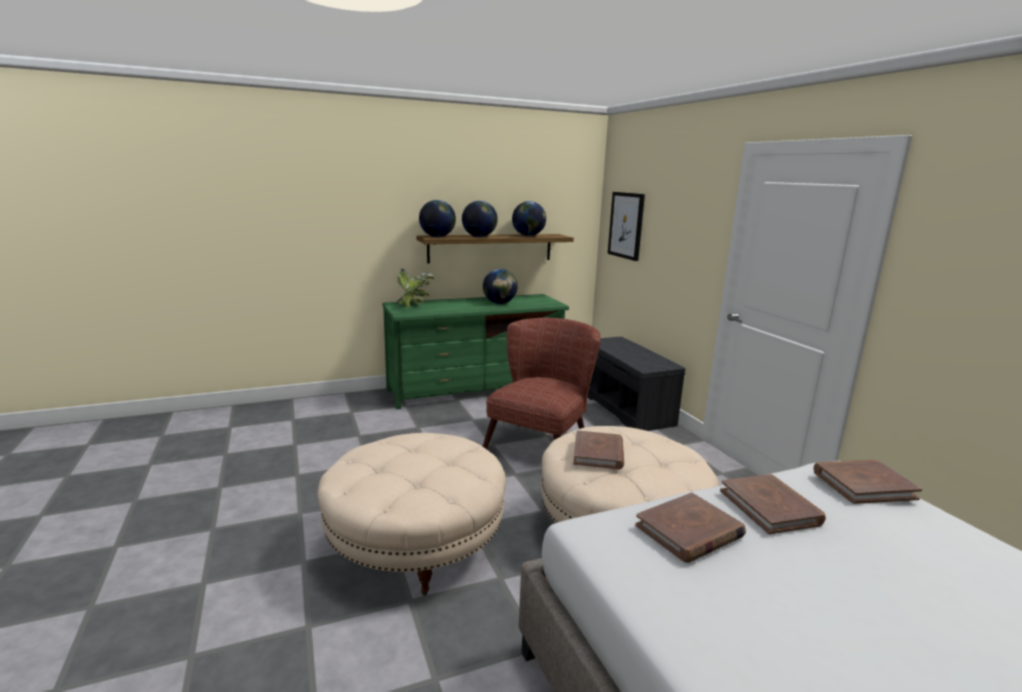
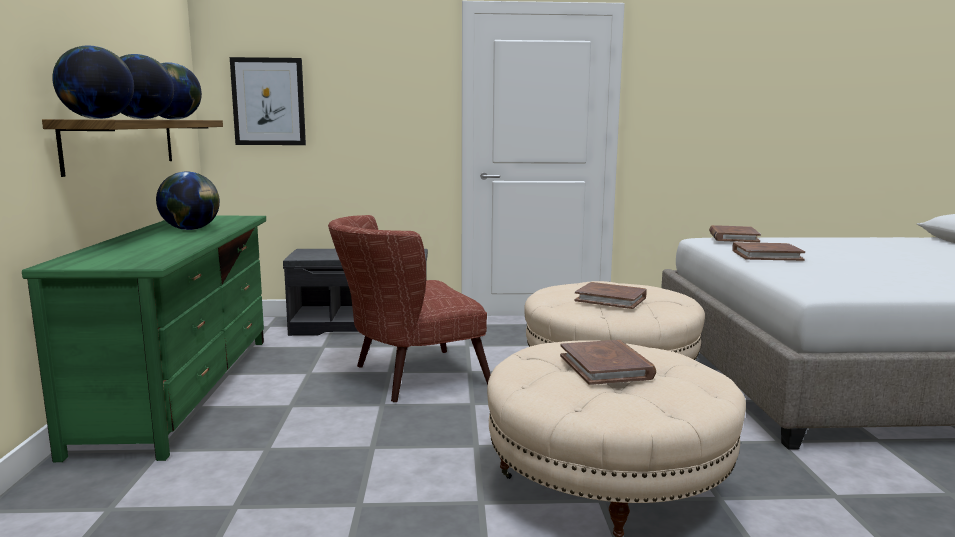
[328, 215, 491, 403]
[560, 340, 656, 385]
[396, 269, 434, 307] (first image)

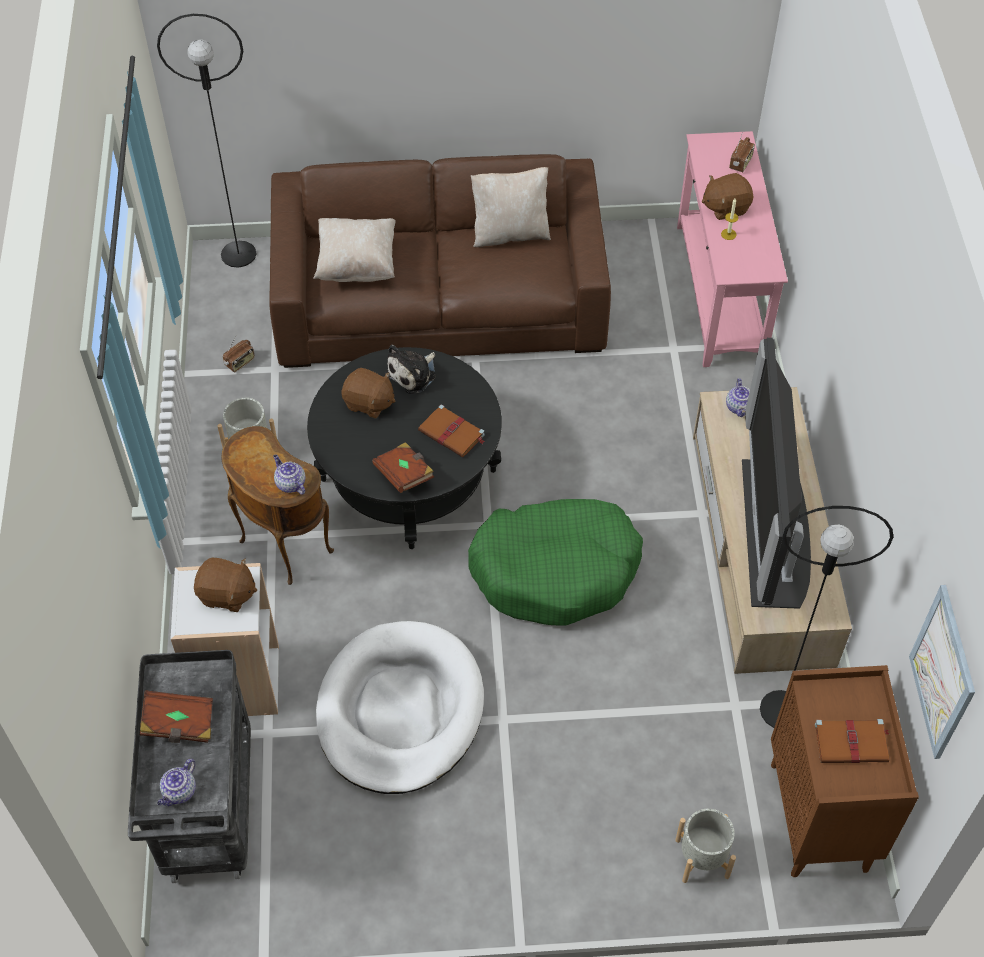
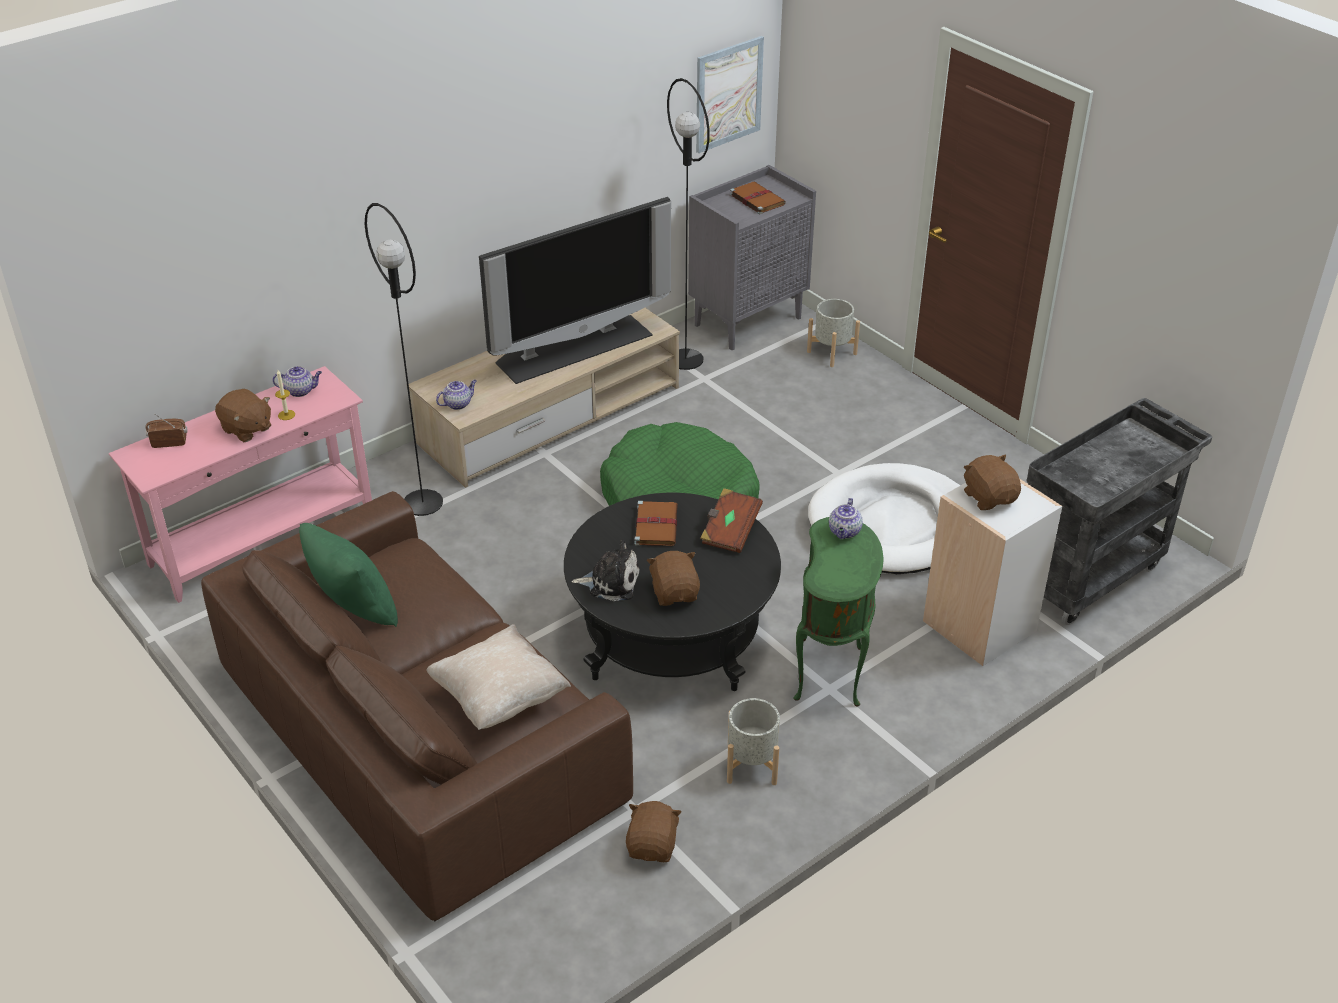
[273, 366, 322, 397]
[299, 523, 398, 627]
[365, 203, 443, 516]
[626, 801, 682, 862]
[688, 165, 816, 350]
[794, 517, 884, 707]
[140, 690, 213, 743] (first image)

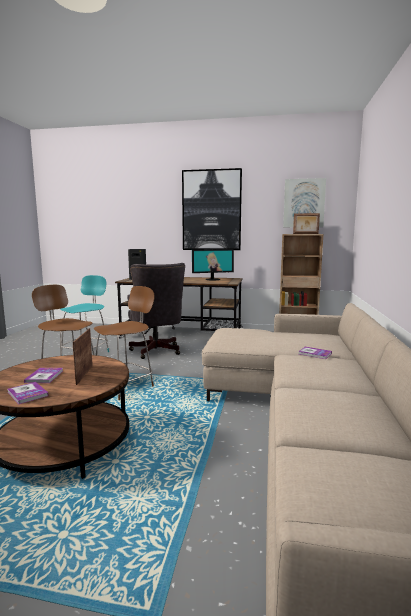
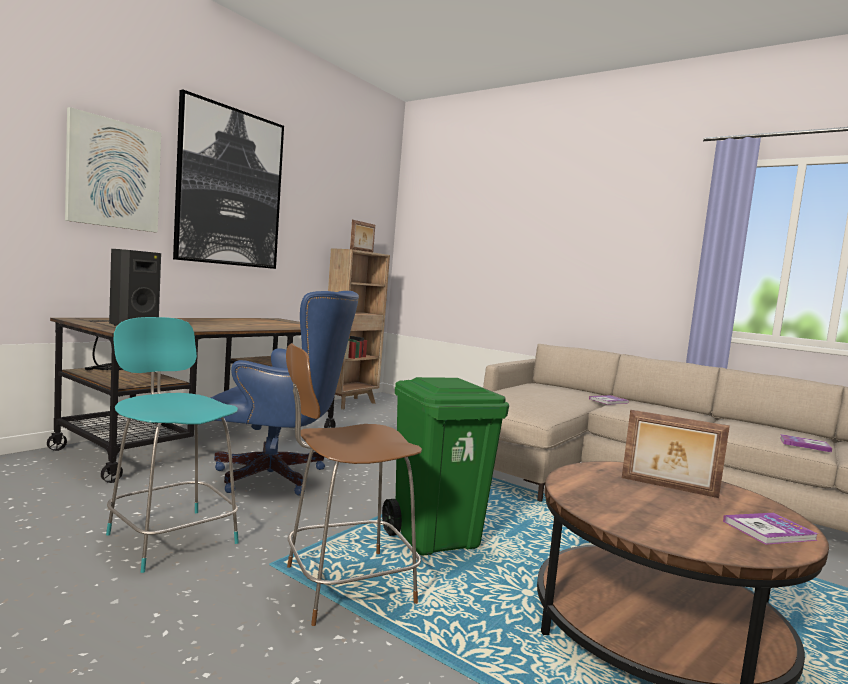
[65, 107, 161, 232]
[211, 291, 359, 496]
[382, 377, 509, 556]
[780, 434, 832, 452]
[192, 249, 234, 280] (first image)

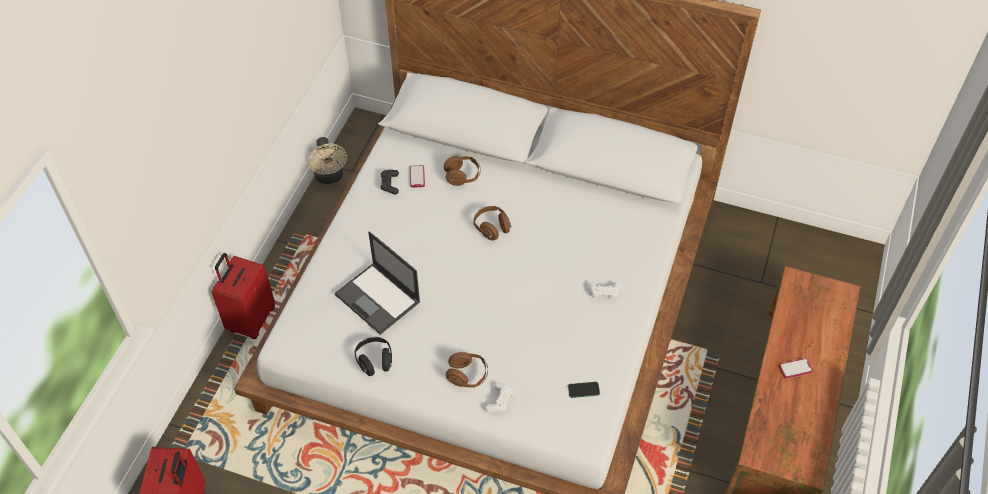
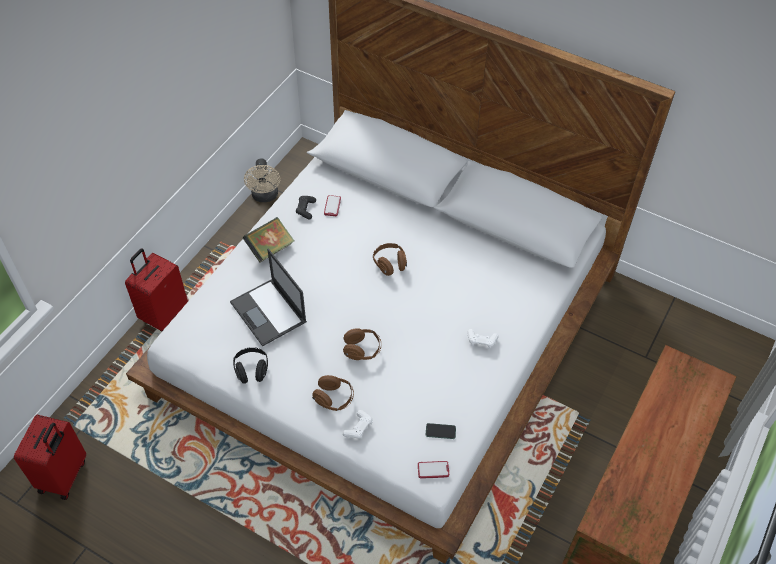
[243, 217, 294, 263]
[343, 328, 381, 360]
[418, 461, 449, 479]

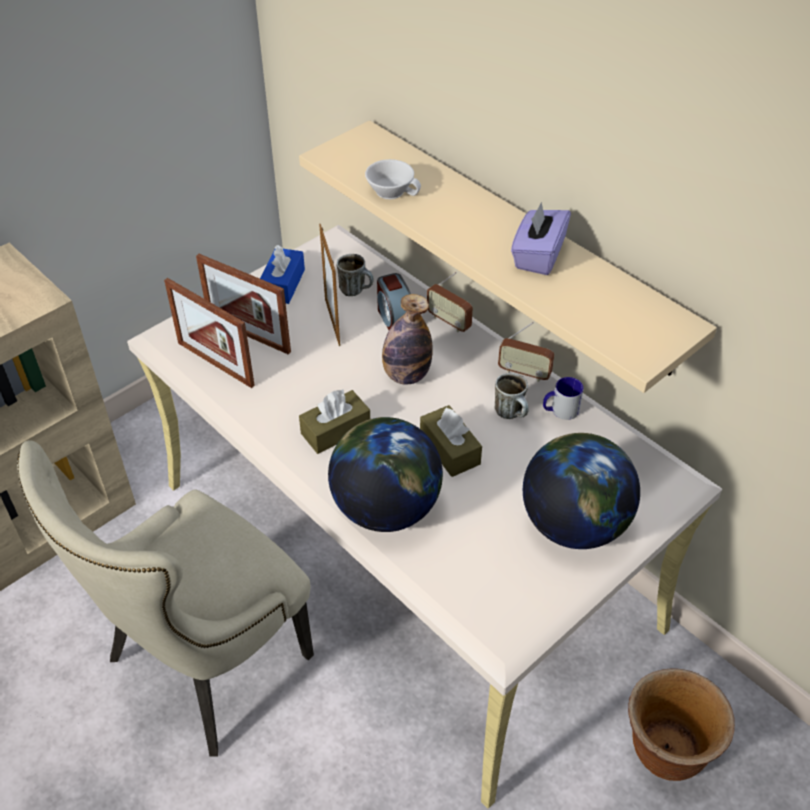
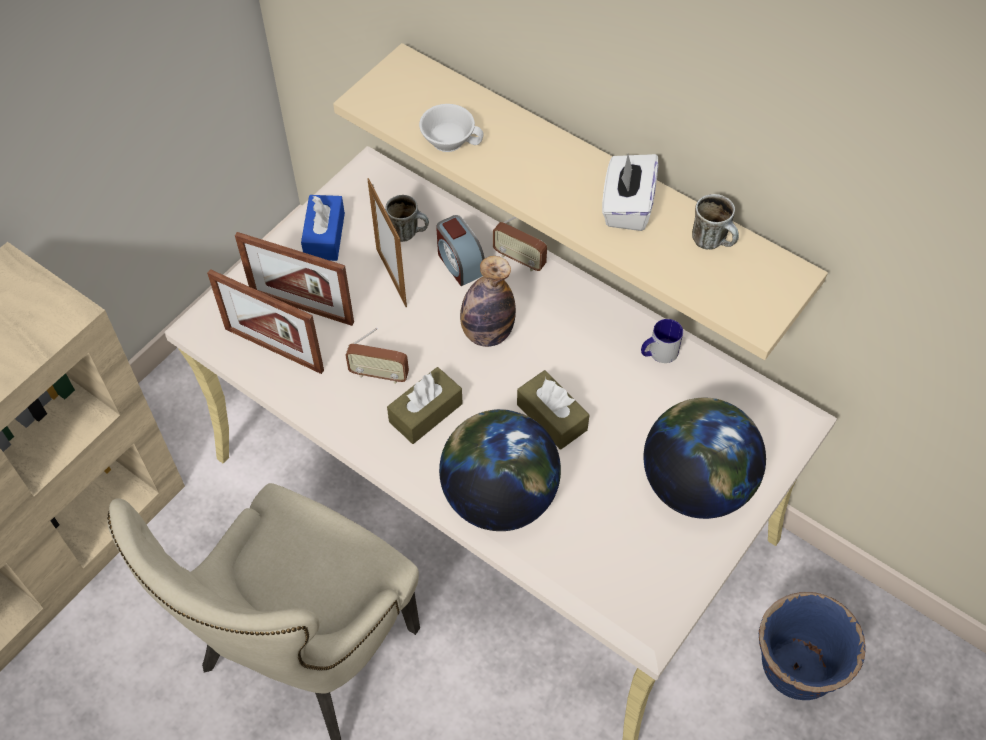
[346, 328, 409, 384]
[602, 154, 658, 231]
[692, 194, 739, 249]
[759, 592, 866, 700]

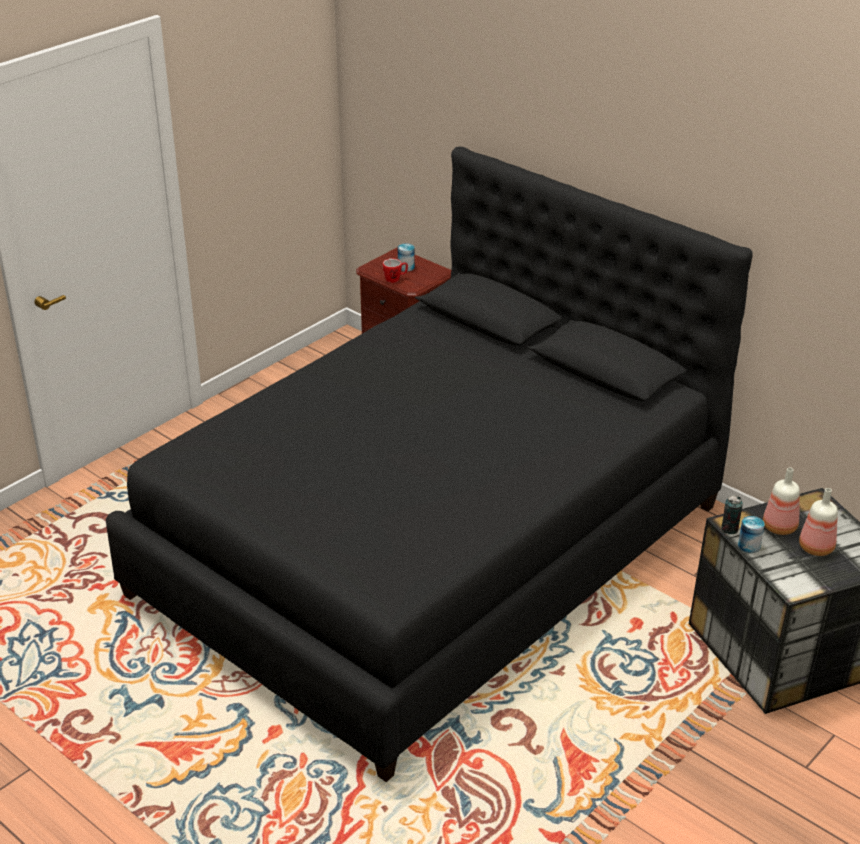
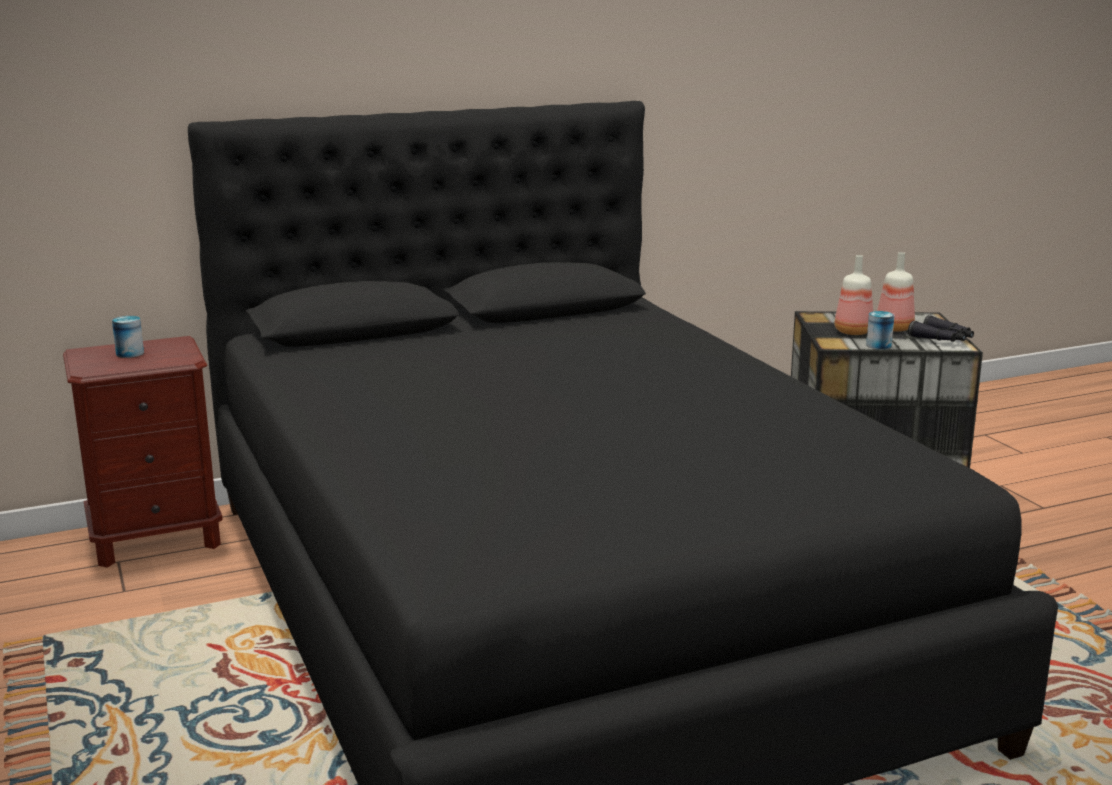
[908, 315, 974, 342]
[383, 259, 408, 283] (first image)
[721, 495, 743, 534] (first image)

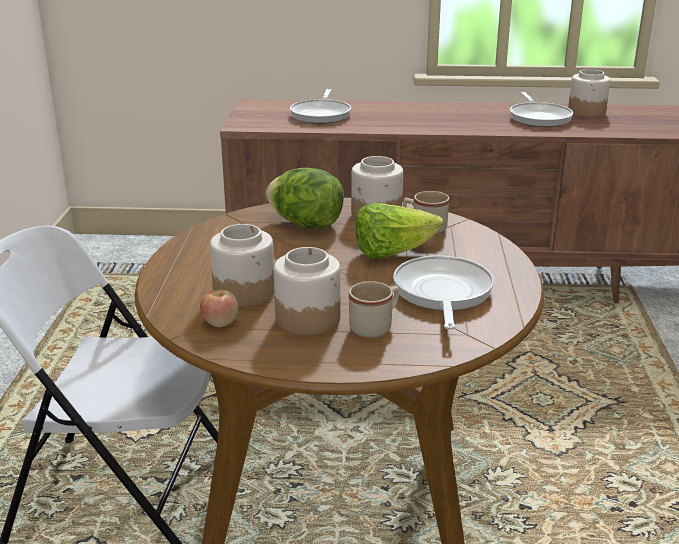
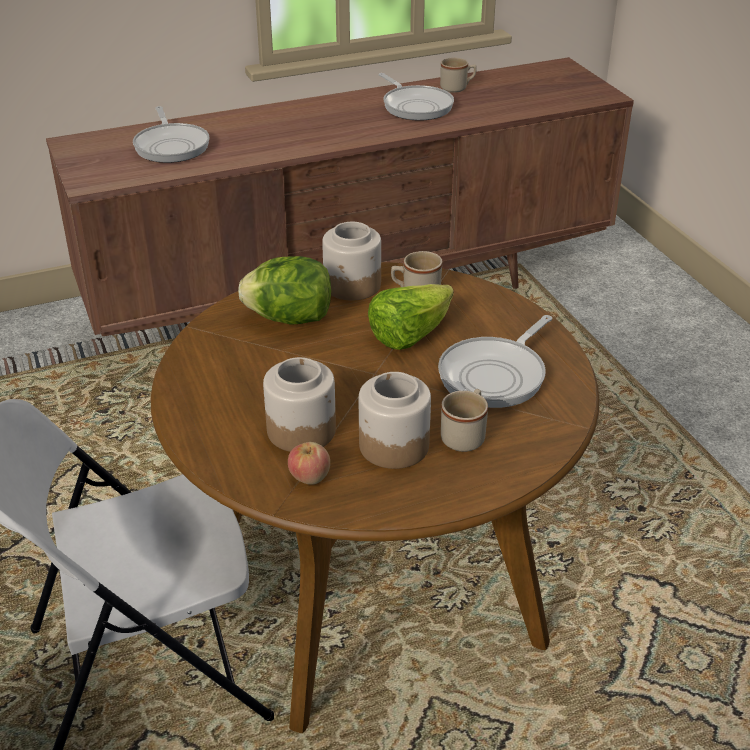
[438, 315, 552, 408]
[440, 57, 477, 93]

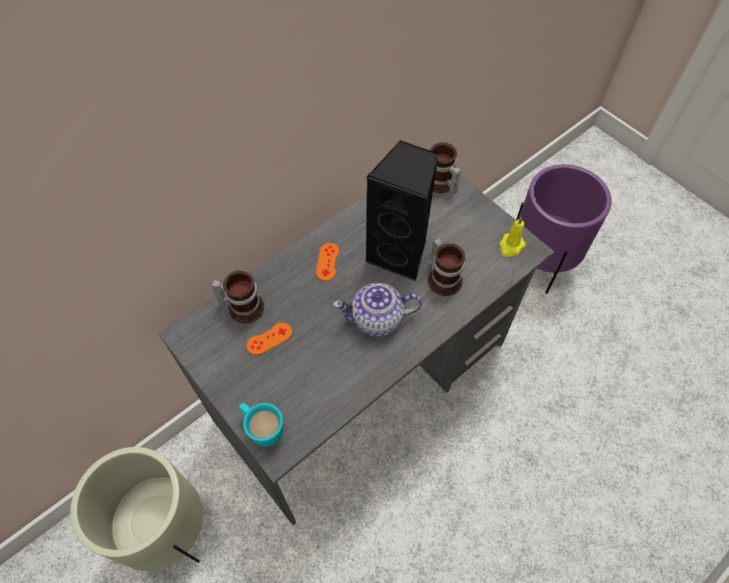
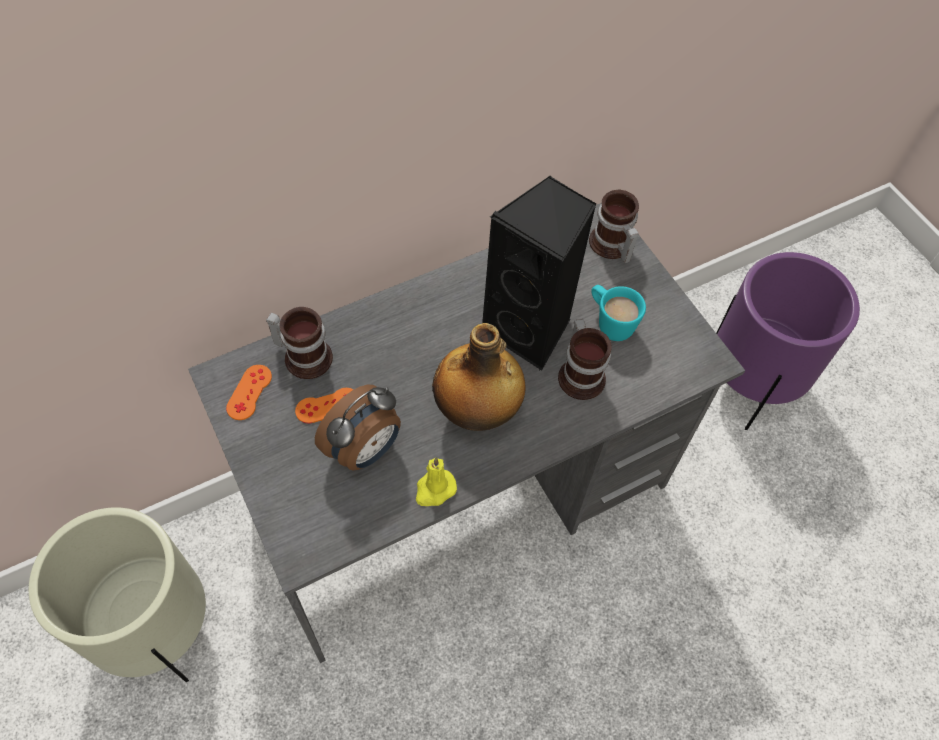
[226, 365, 272, 420]
[315, 384, 401, 471]
[416, 457, 457, 506]
[432, 323, 526, 431]
[591, 285, 646, 341]

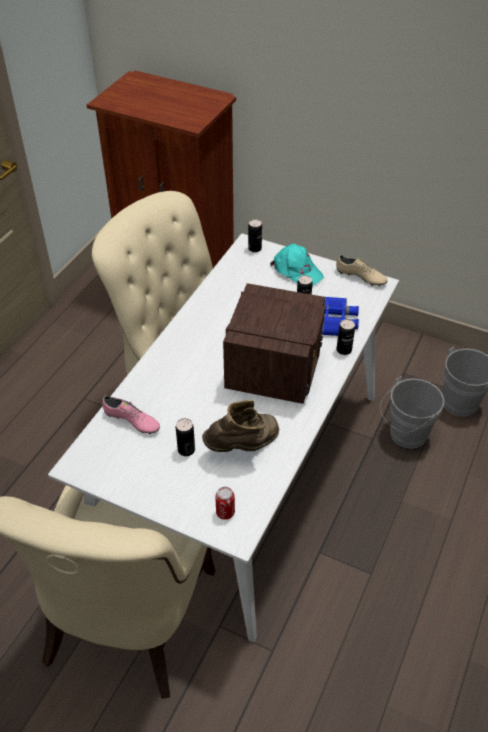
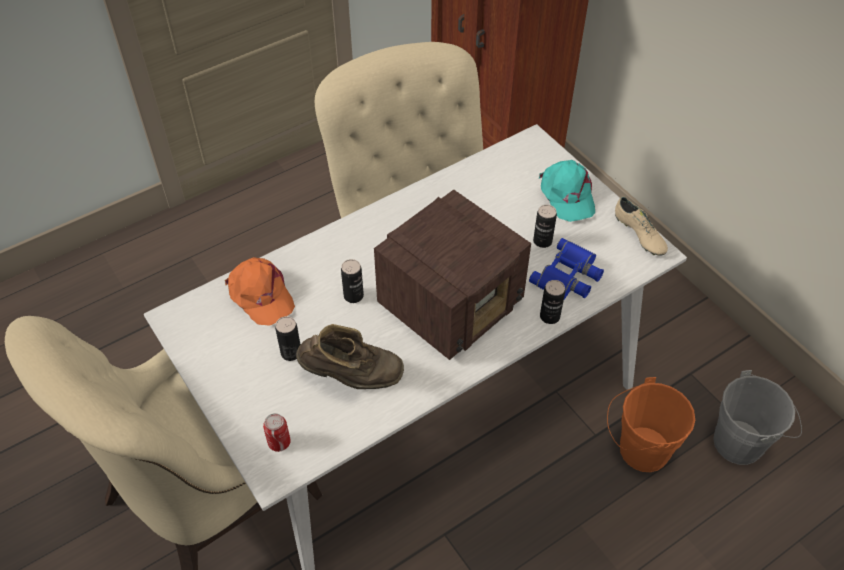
[224, 257, 295, 326]
[341, 259, 364, 303]
[607, 377, 695, 472]

